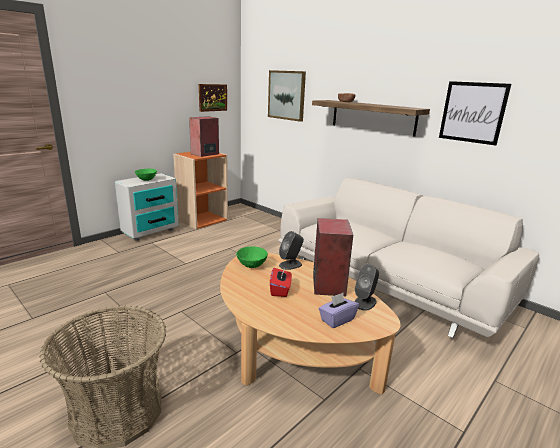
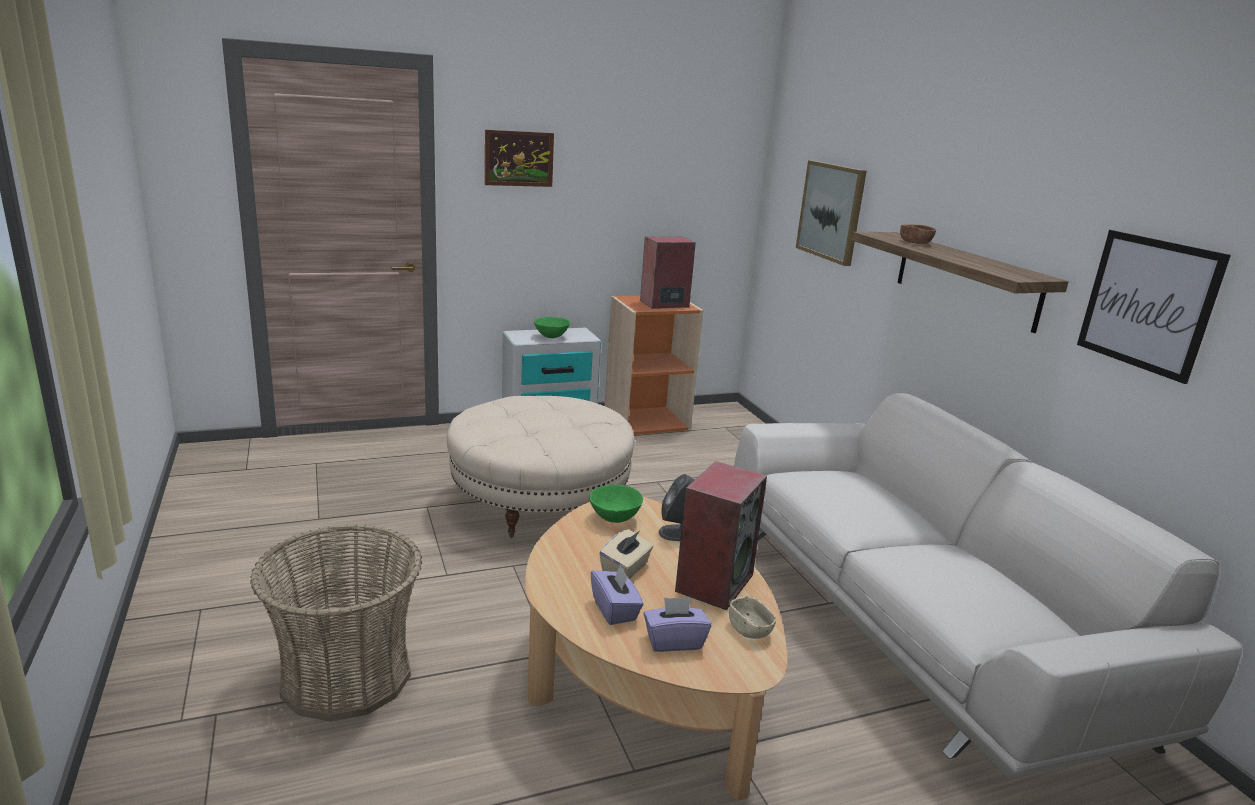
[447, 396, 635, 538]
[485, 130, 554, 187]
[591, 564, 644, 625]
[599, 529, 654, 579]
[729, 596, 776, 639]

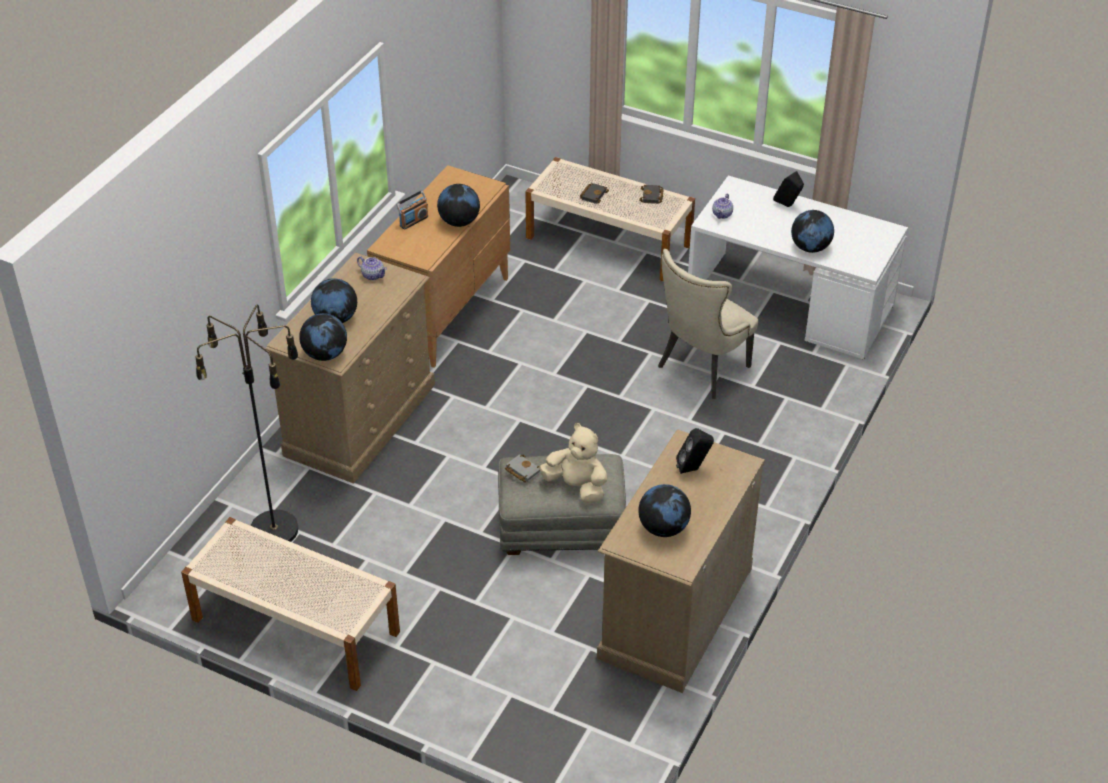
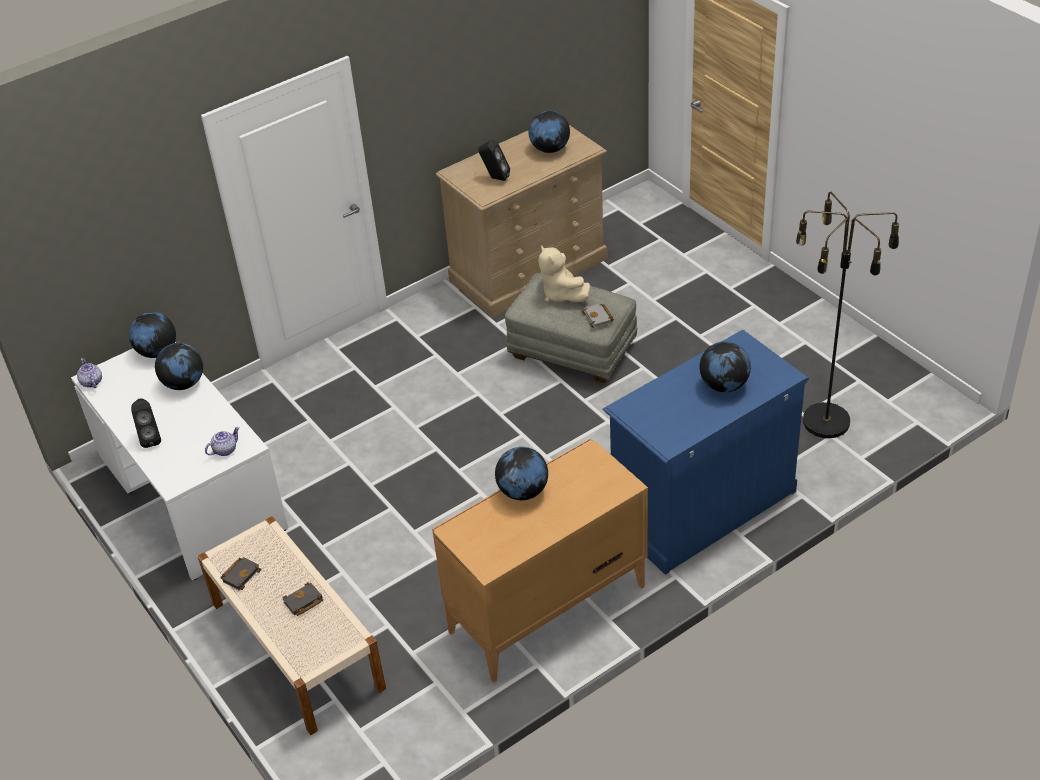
[77, 358, 102, 388]
[129, 312, 176, 358]
[602, 330, 809, 575]
[181, 517, 400, 691] (first image)
[396, 191, 428, 230] (first image)
[658, 249, 758, 399] (first image)

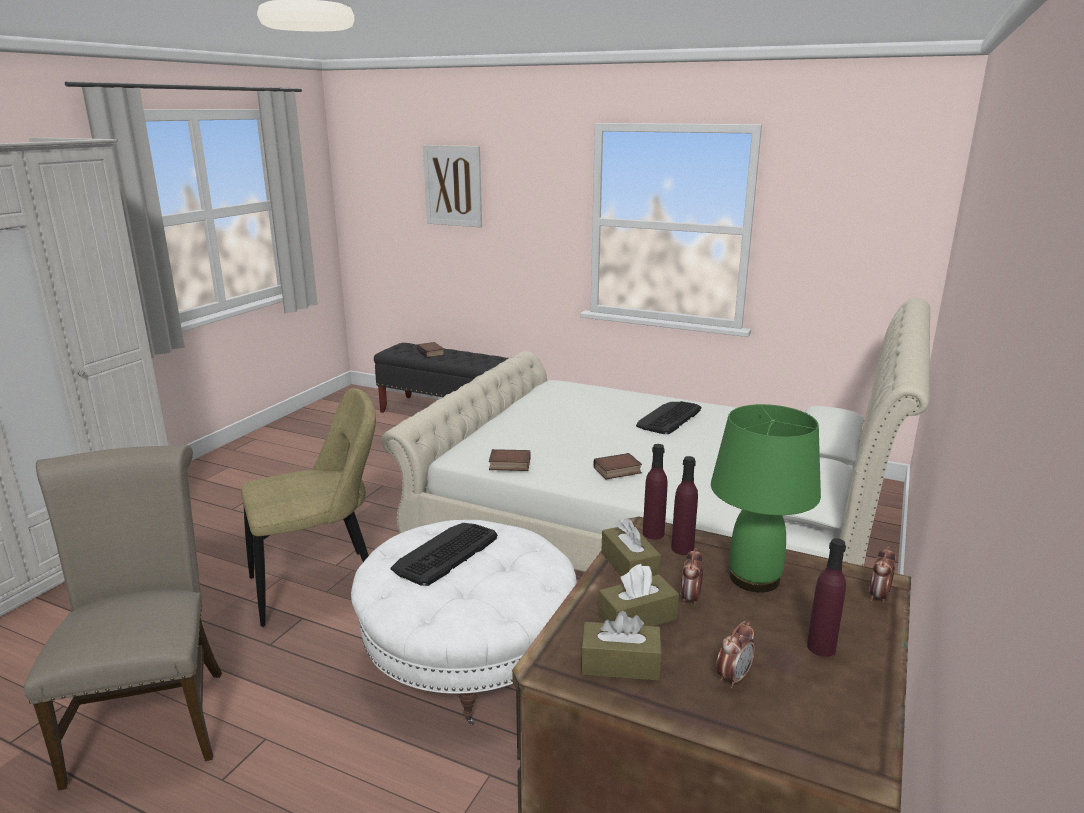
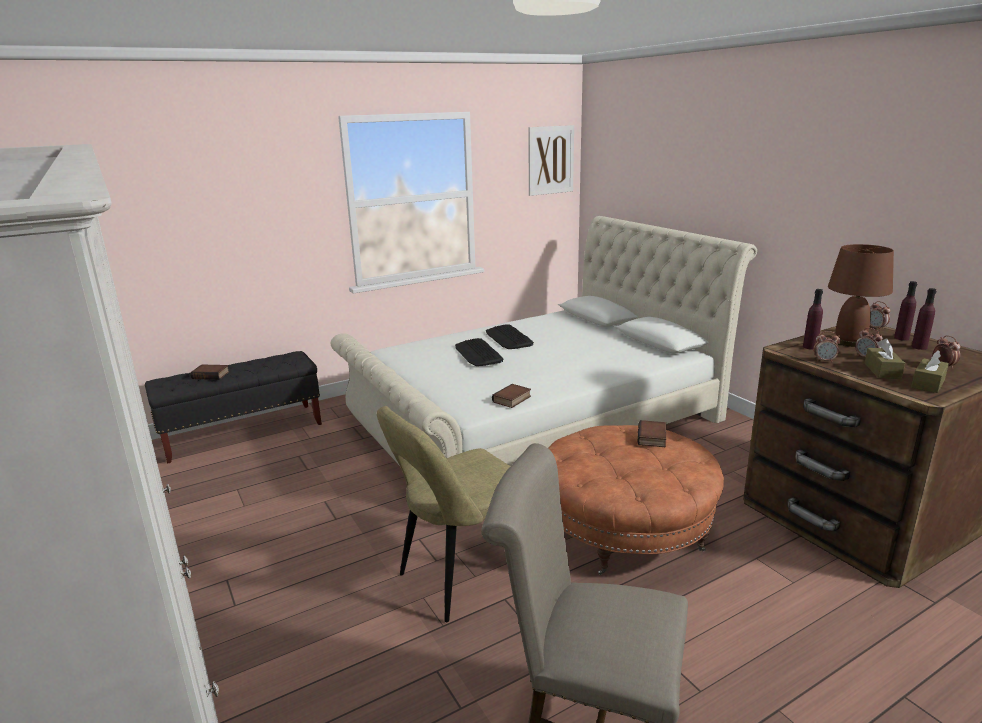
[377, 406, 510, 622]
[455, 338, 504, 366]
[528, 125, 574, 196]
[548, 425, 724, 575]
[637, 420, 666, 447]
[813, 331, 841, 363]
[828, 244, 894, 347]
[894, 281, 917, 341]

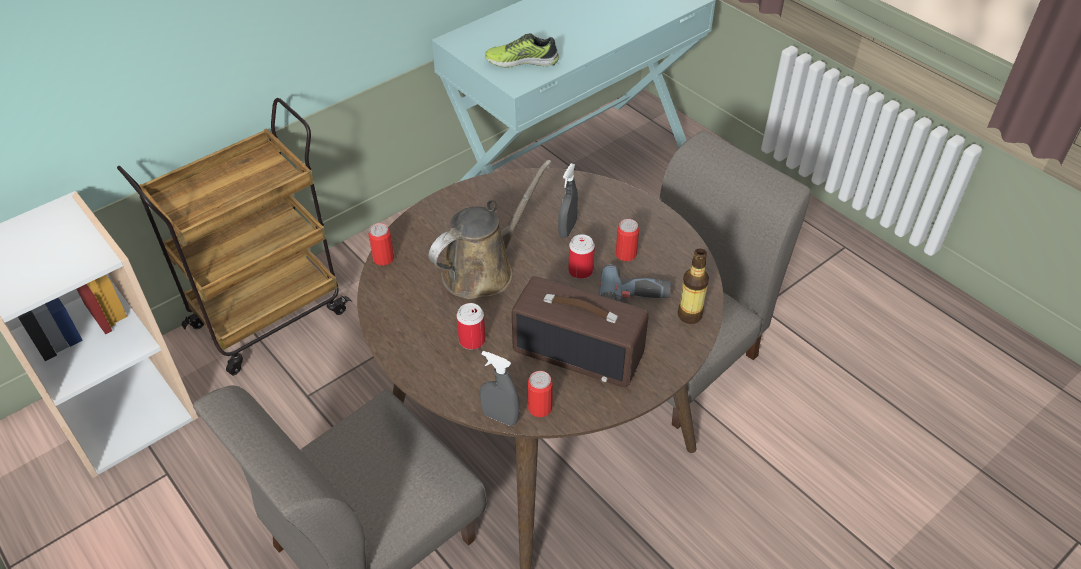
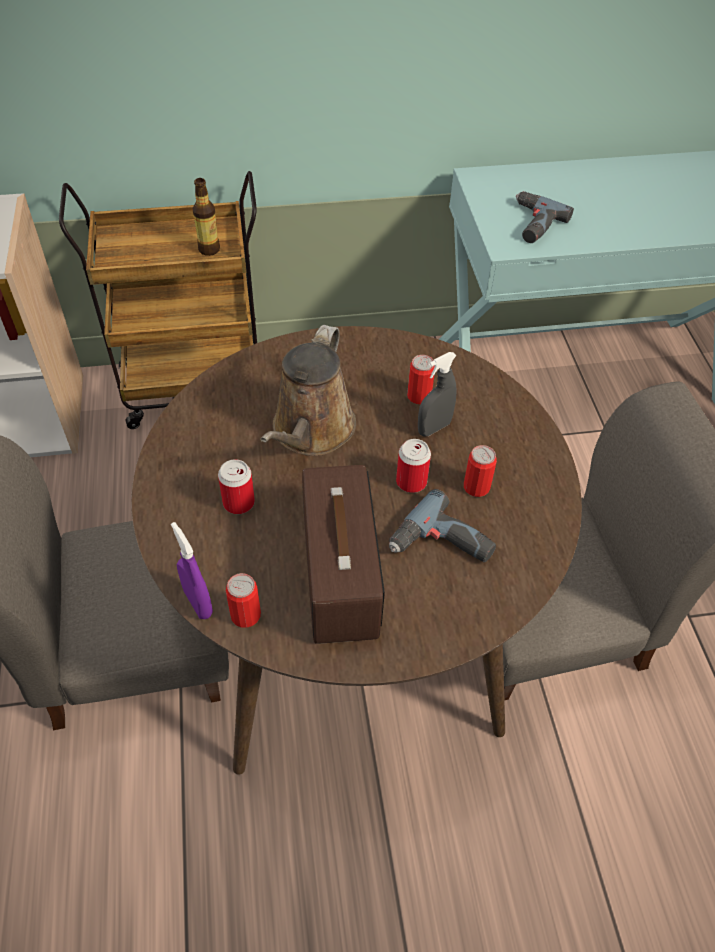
[171, 522, 213, 619]
[192, 178, 220, 256]
[260, 325, 356, 456]
[302, 465, 385, 644]
[407, 355, 435, 404]
[516, 191, 574, 243]

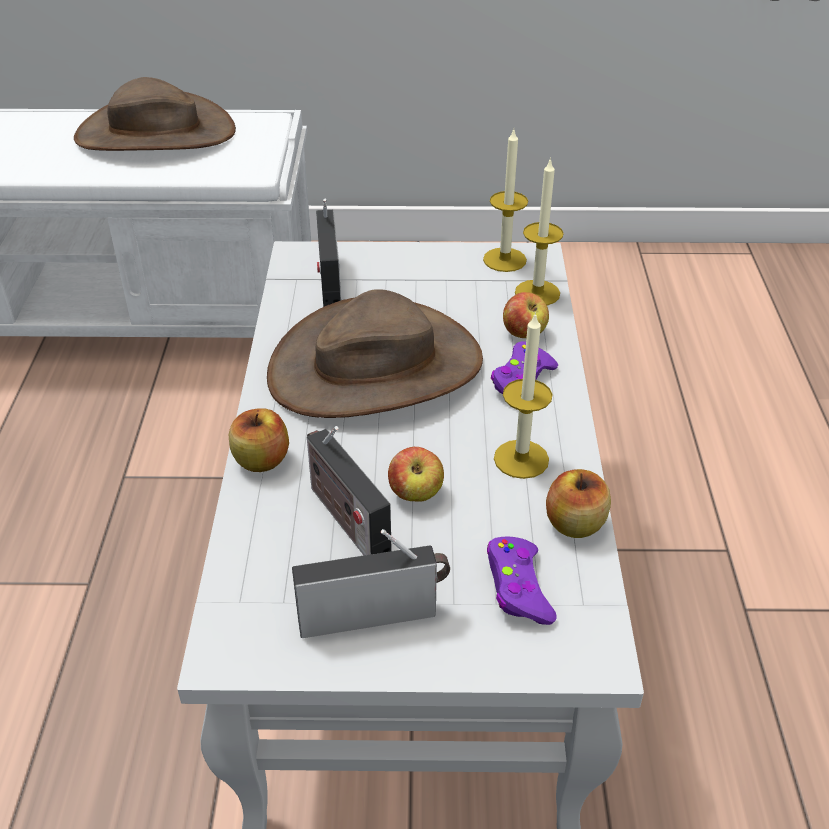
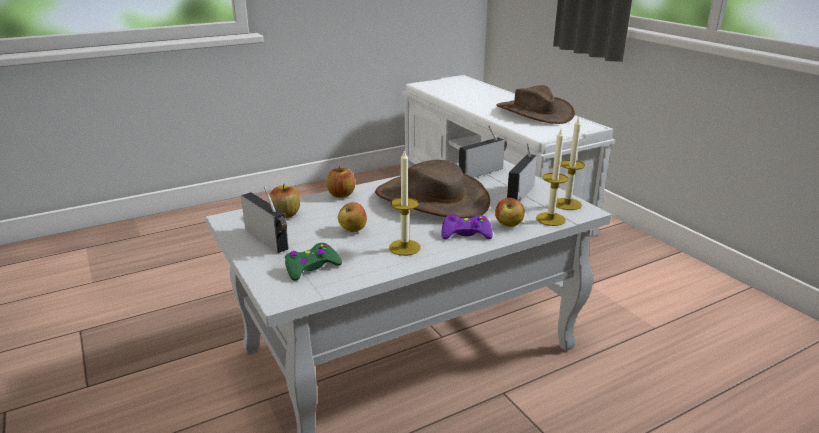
[269, 184, 300, 218]
[285, 243, 342, 281]
[507, 143, 537, 202]

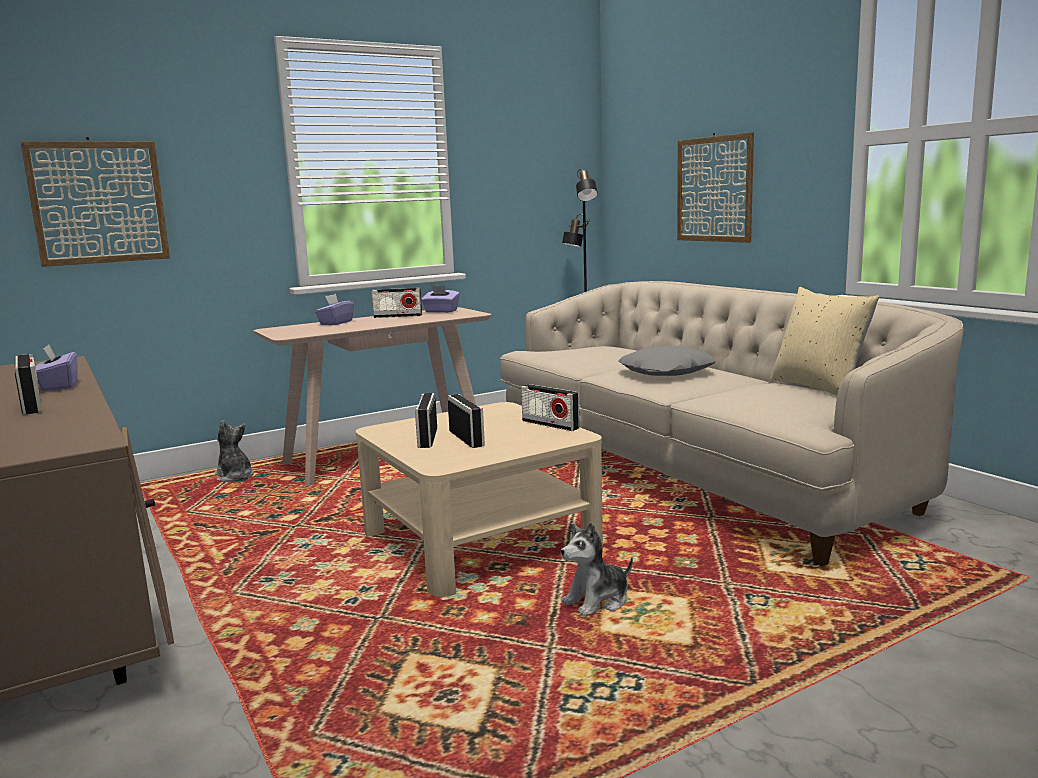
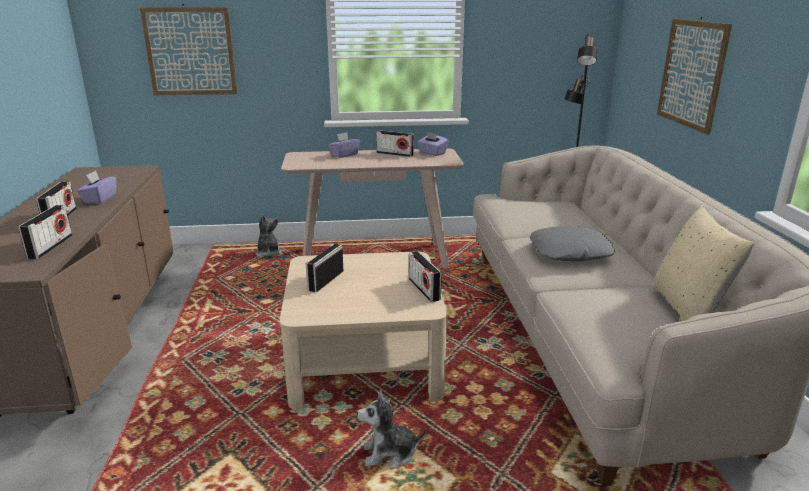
[18, 205, 72, 259]

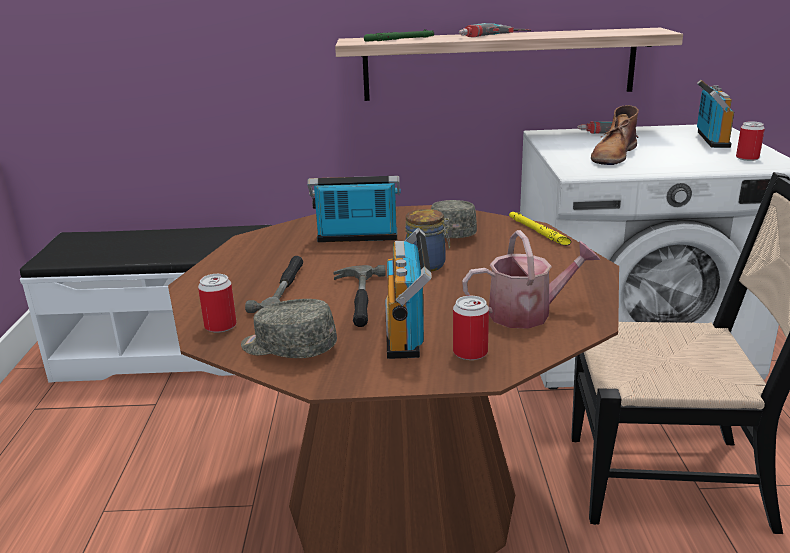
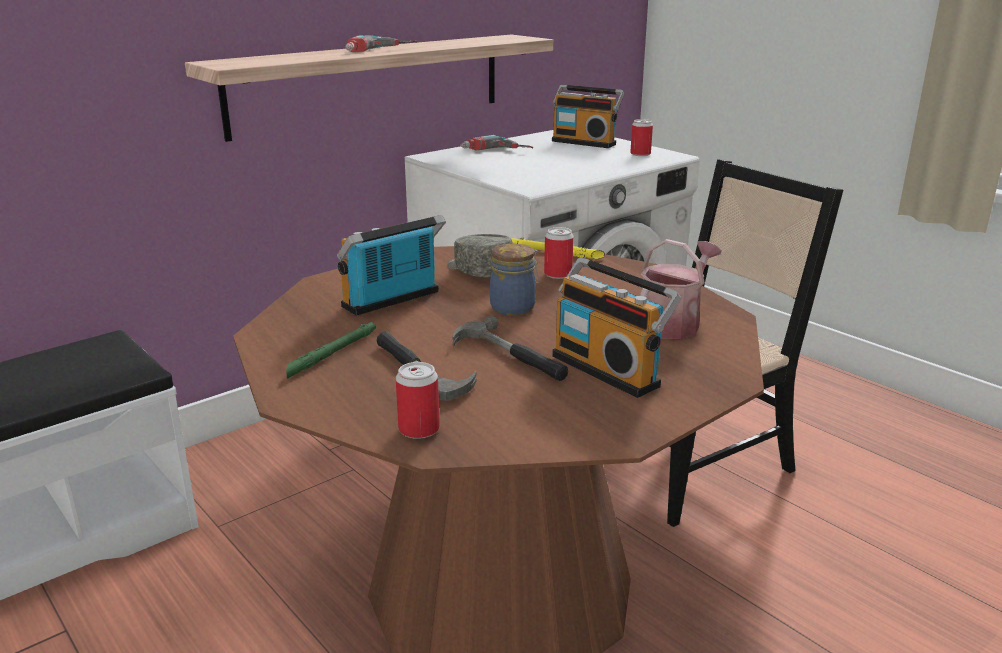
[286, 322, 376, 379]
[544, 227, 574, 279]
[552, 85, 624, 148]
[241, 299, 337, 358] (first image)
[591, 105, 639, 165] (first image)

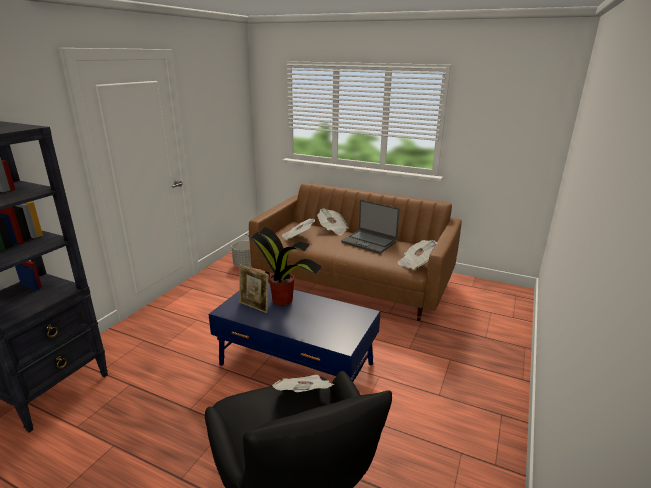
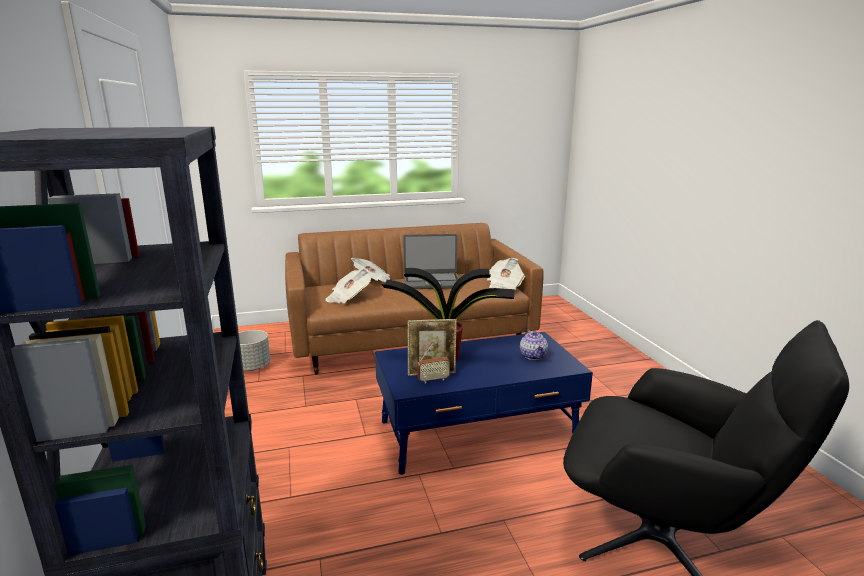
[417, 343, 450, 383]
[520, 330, 548, 360]
[273, 375, 334, 392] (first image)

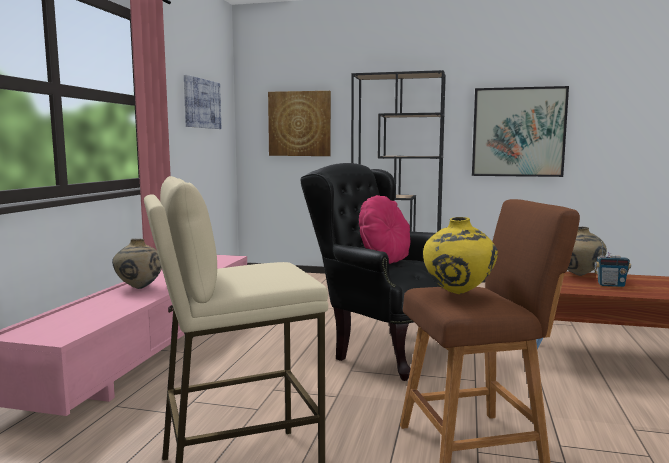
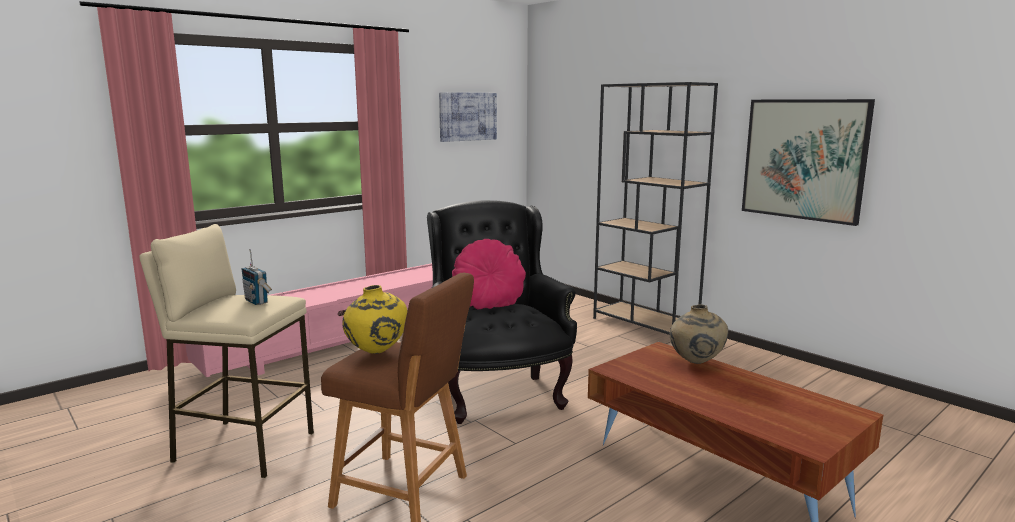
[242, 249, 272, 305]
[112, 239, 162, 289] (first image)
[268, 91, 331, 156] (first image)

